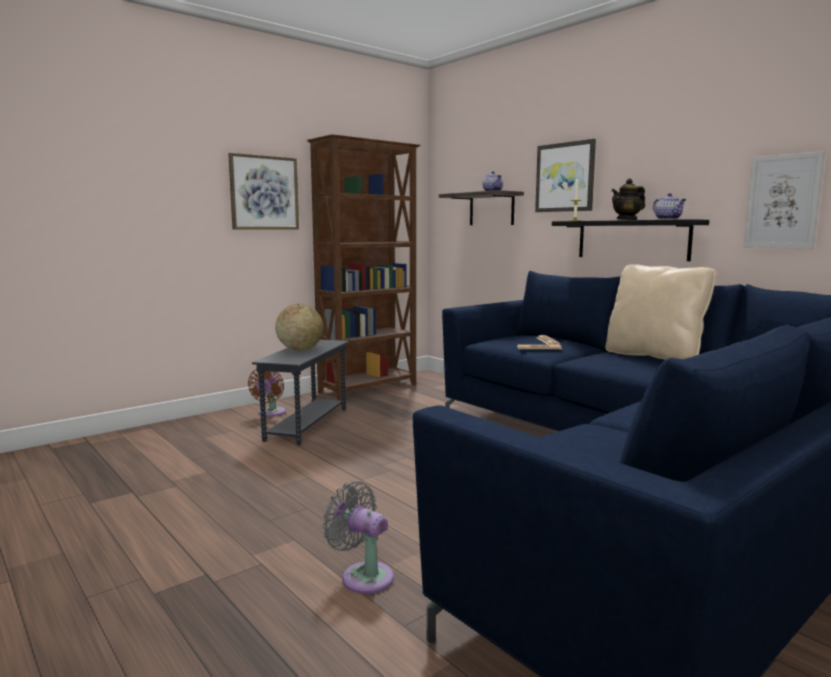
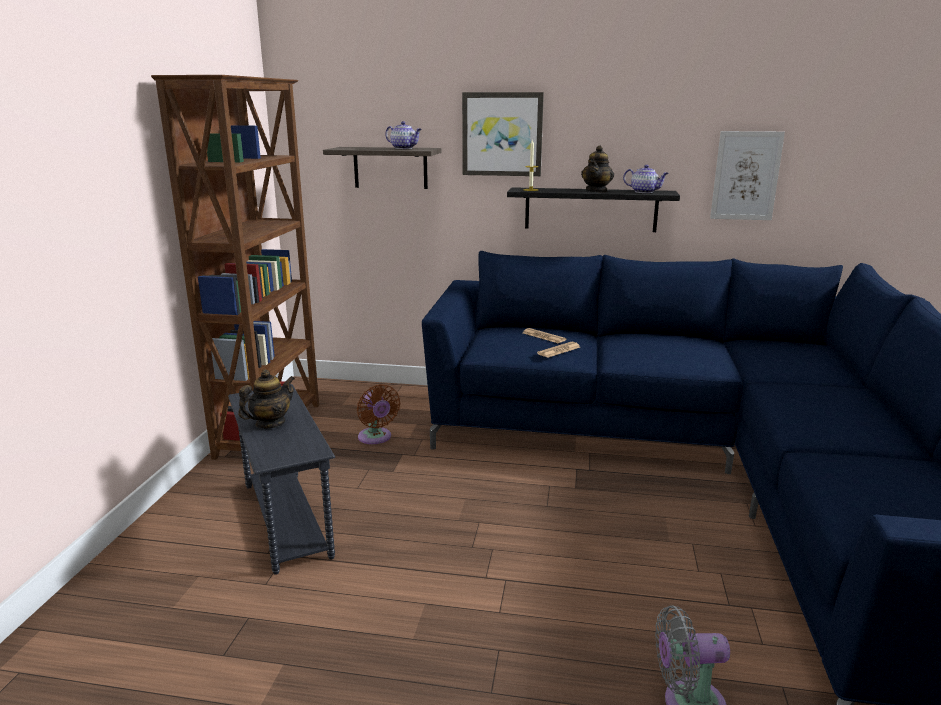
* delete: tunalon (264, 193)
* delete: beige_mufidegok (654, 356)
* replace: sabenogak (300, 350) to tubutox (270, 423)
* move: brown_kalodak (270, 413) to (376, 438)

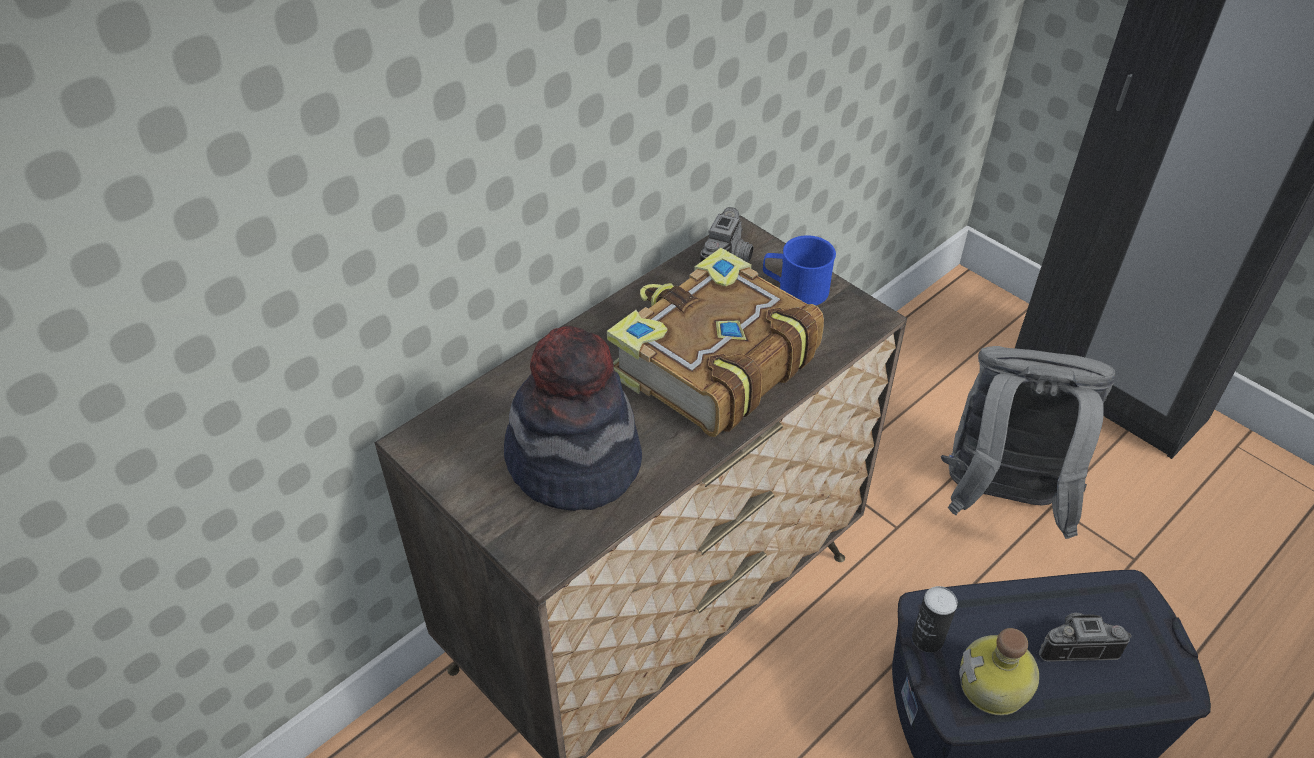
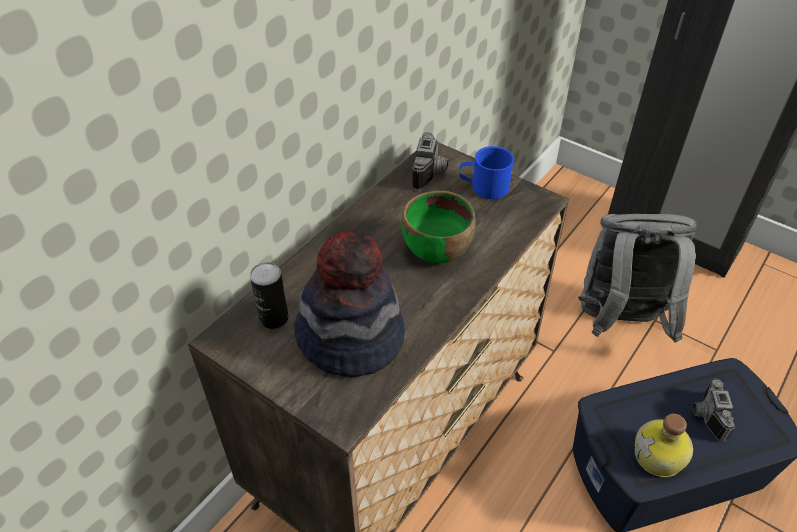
* replace: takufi (711, 364) to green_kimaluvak (436, 249)
* move: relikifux (927, 639) to (274, 318)
* rotate: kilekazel (1075, 643) = (706, 416) 75 degrees counterclockwise

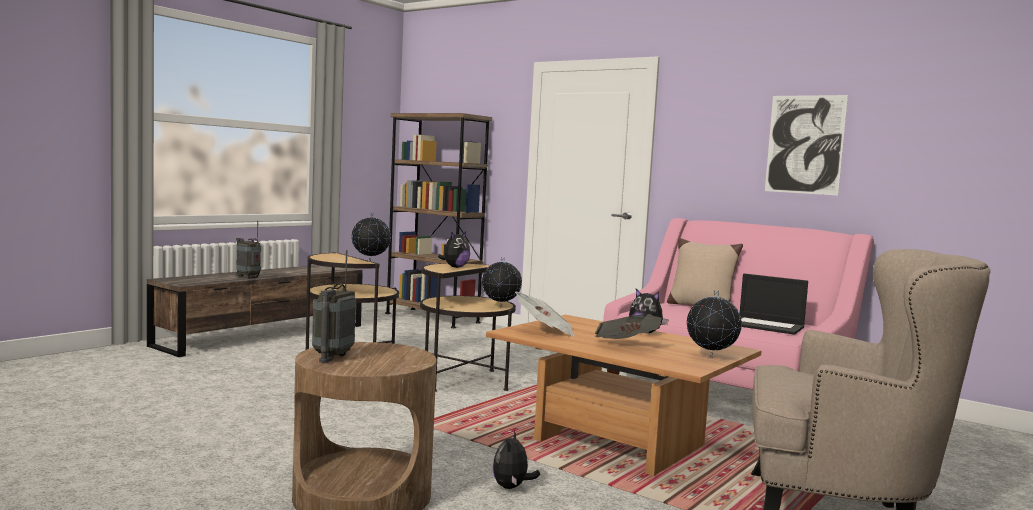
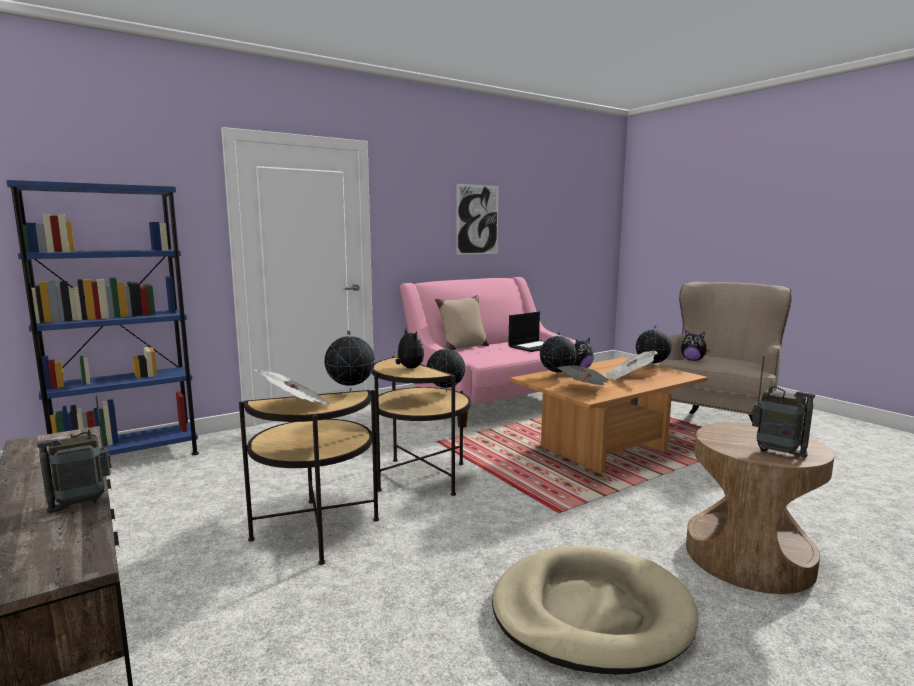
* recolor: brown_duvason (432, 318) to blue_duvason (128, 458)
* move: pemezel (512, 487) to (693, 360)
* insert: sabenogak (557, 377)
* insert: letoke (296, 406)
* insert: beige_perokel (591, 613)

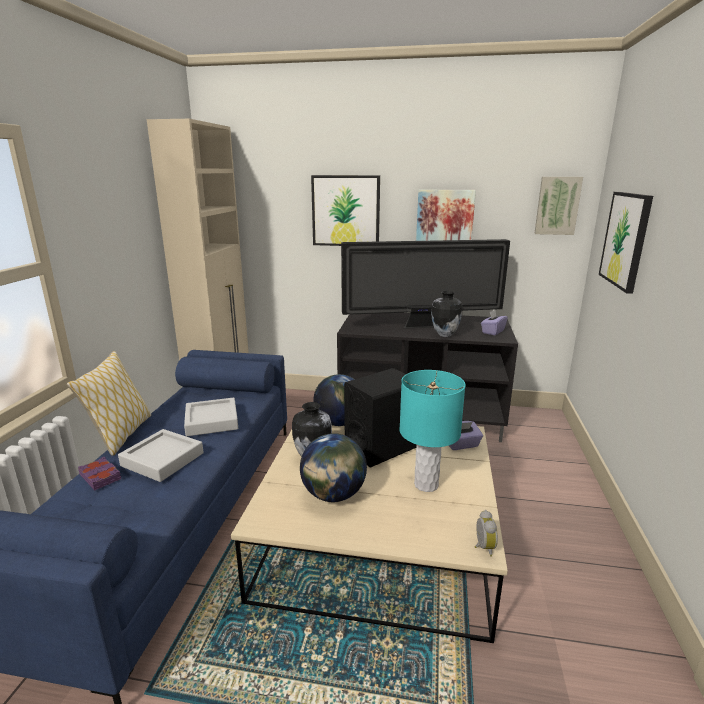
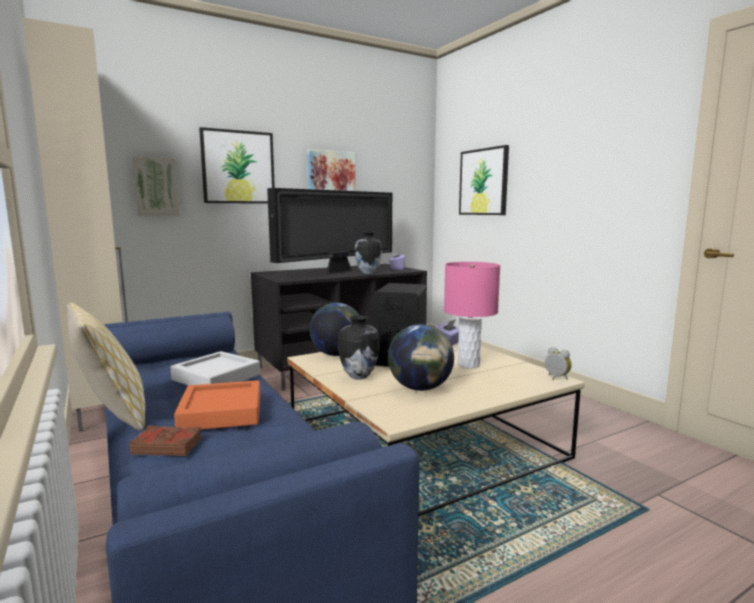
* move: tunalon (557, 205) to (156, 187)
* recolor: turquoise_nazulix (426, 485) to pink_nazulix (469, 365)
* recolor: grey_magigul (162, 459) to orange_magigul (221, 412)
* recolor: purple_takufi (101, 476) to brown_takufi (167, 446)

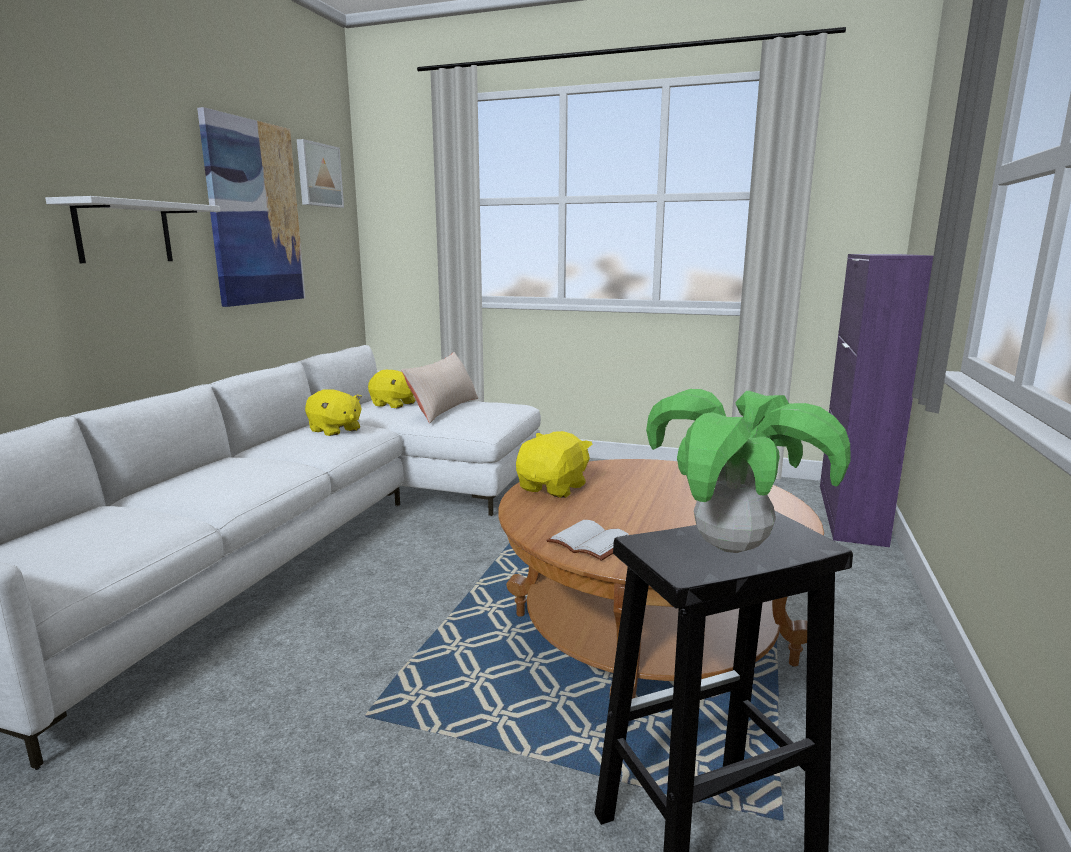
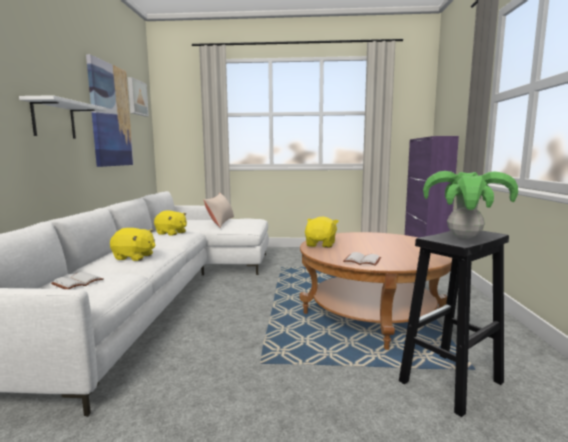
* move: yellow_pemezel (394, 404) to (134, 257)
* insert: white_takufi (77, 283)

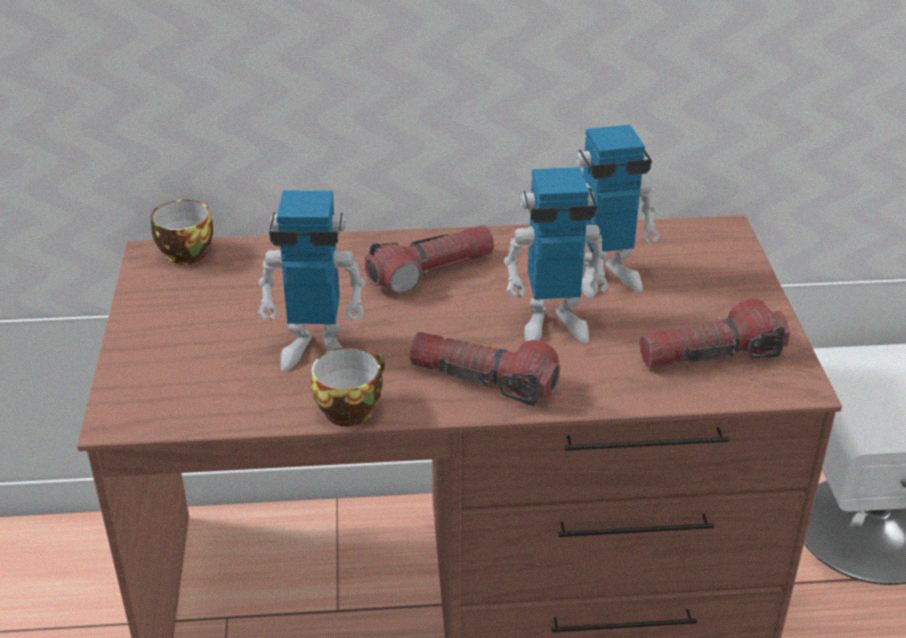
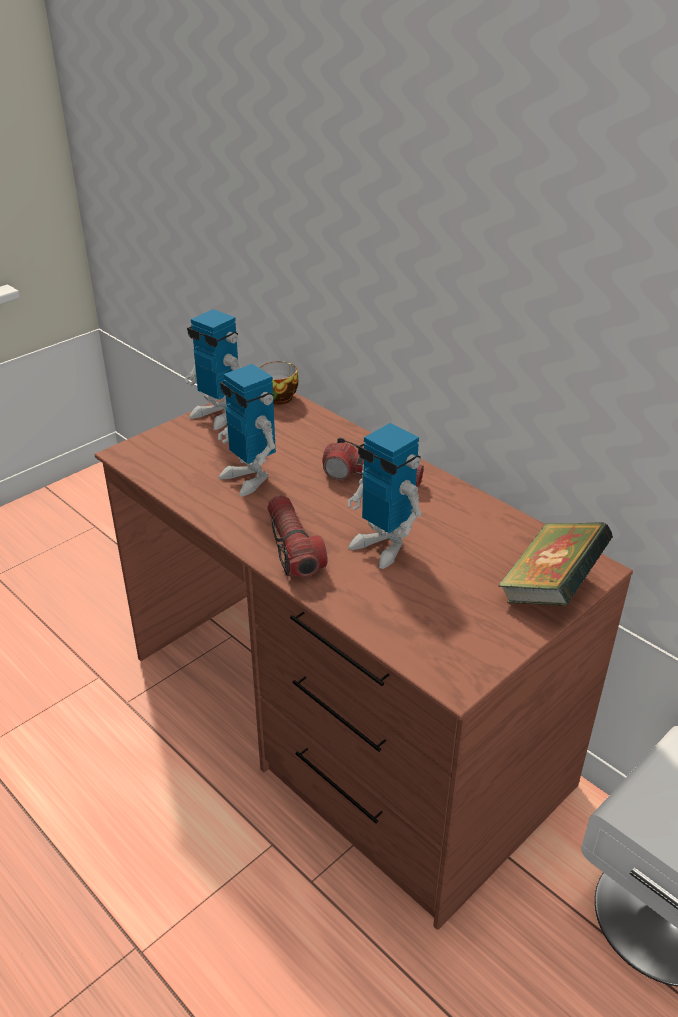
* move: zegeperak (605, 276) to (217, 415)
* delete: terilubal (711, 355)
* delete: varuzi (350, 408)
* insert: takufi (550, 588)

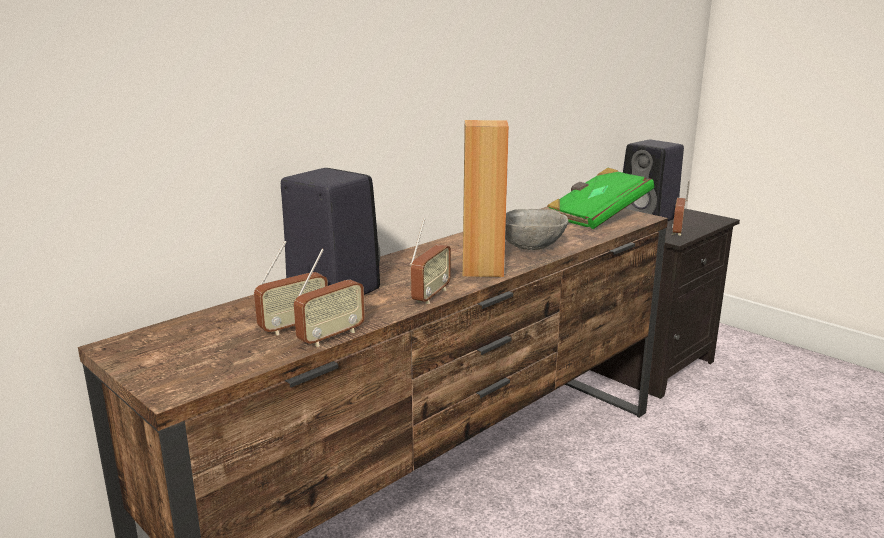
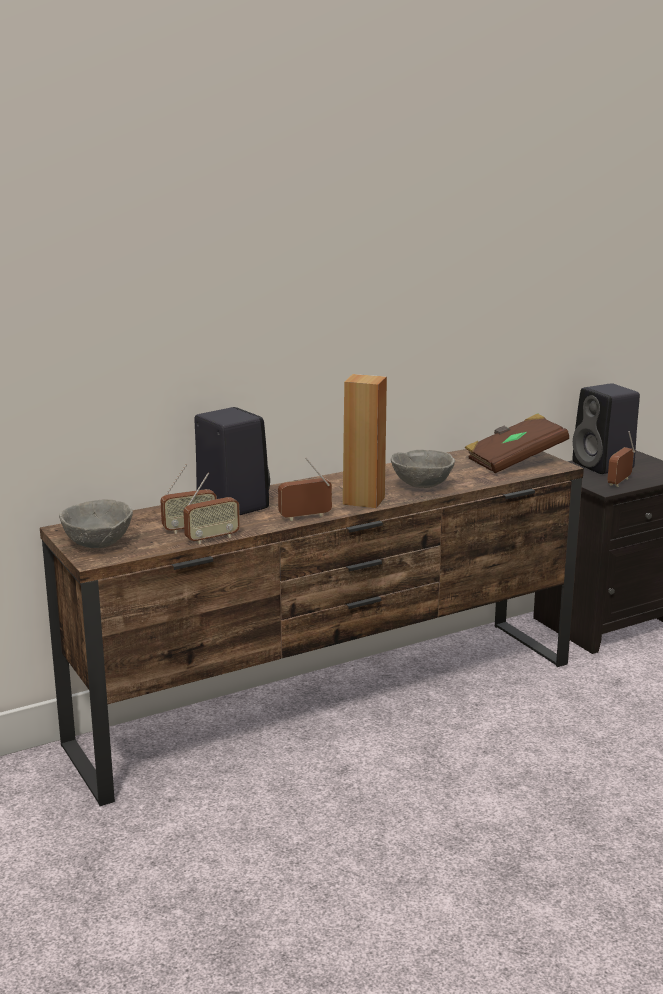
* recolor: green_takufi (597, 217) to brown_takufi (514, 461)
* rotate: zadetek (431, 295) = (305, 517) 150 degrees counterclockwise
* insert: grey_kimaluvak (98, 543)

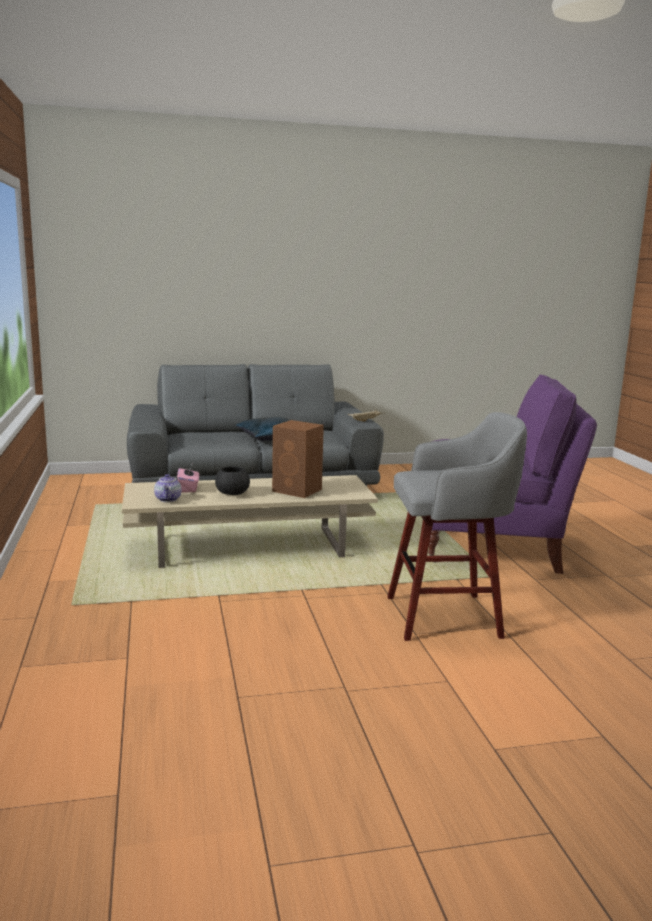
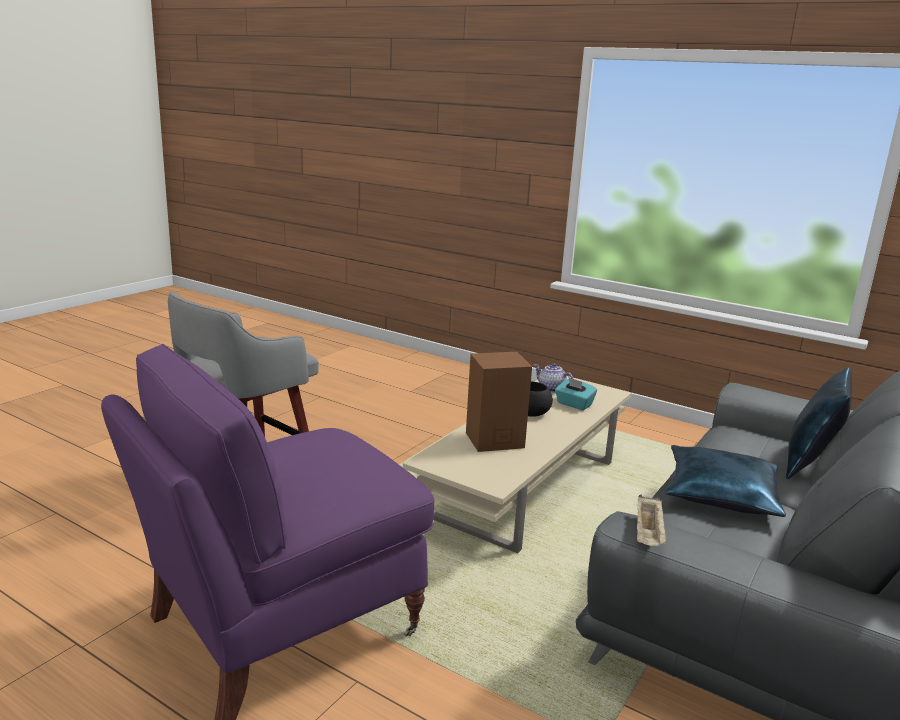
* recolor: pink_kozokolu (188, 489) to turquoise_kozokolu (574, 404)
* insert: blue_mufidegok (809, 464)

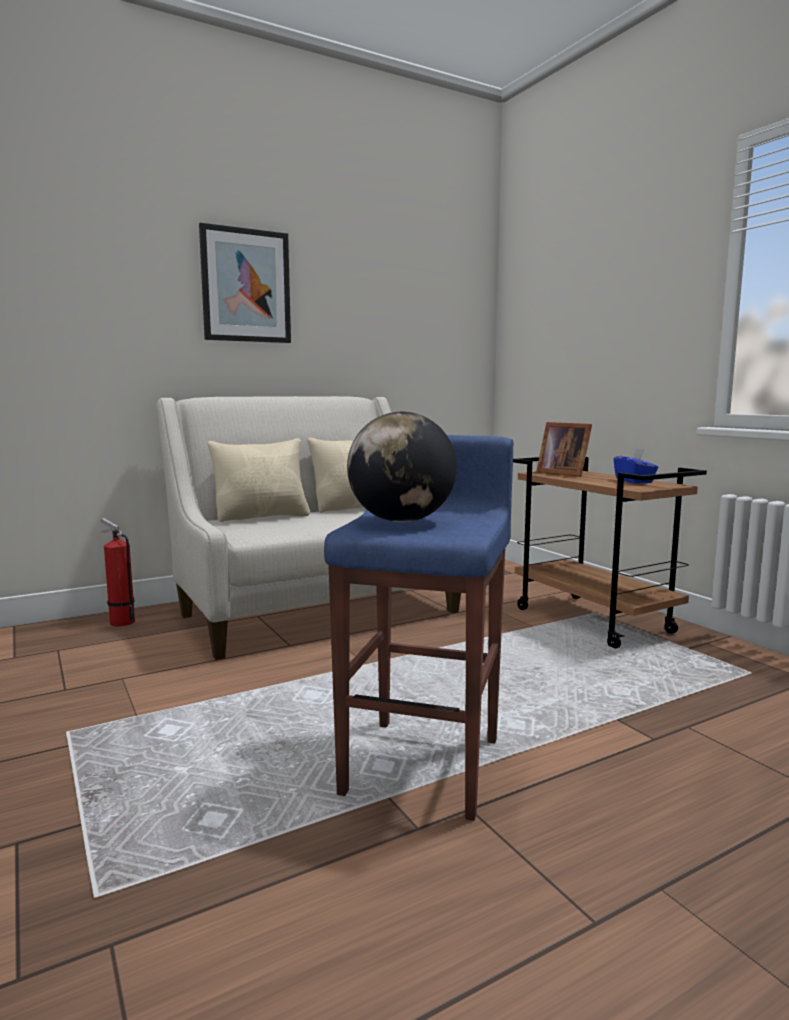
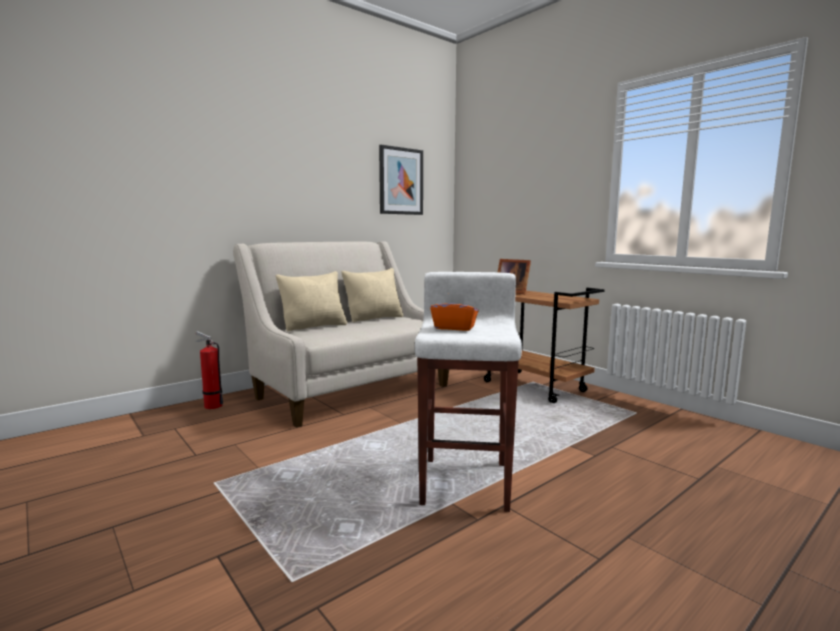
* move: tunalon (246, 286) to (401, 181)
* replace: sabenogak (401, 521) to orange_kozokolu (454, 328)
* recolor: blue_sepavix (425, 764) to white_sepavix (466, 482)
* delete: blue_kozokolu (634, 481)

